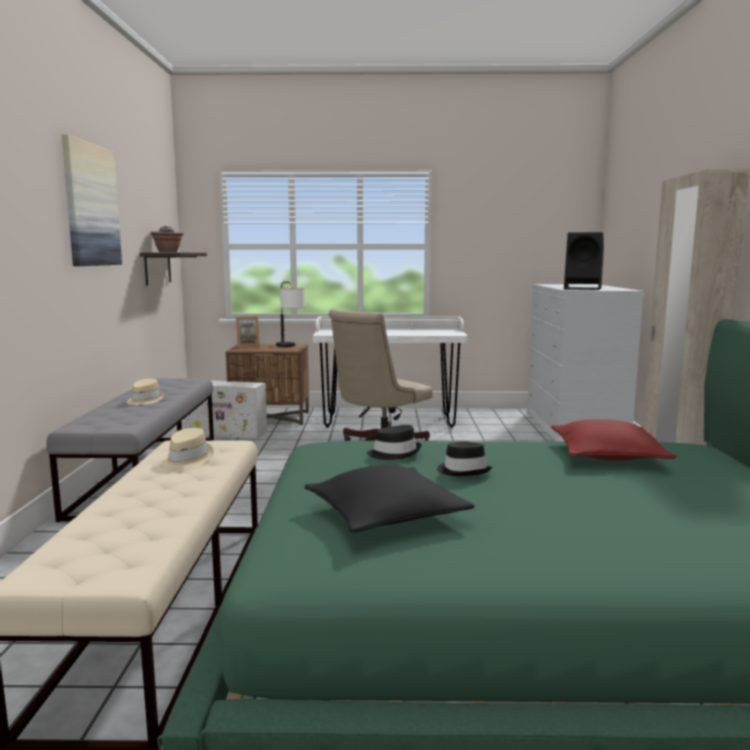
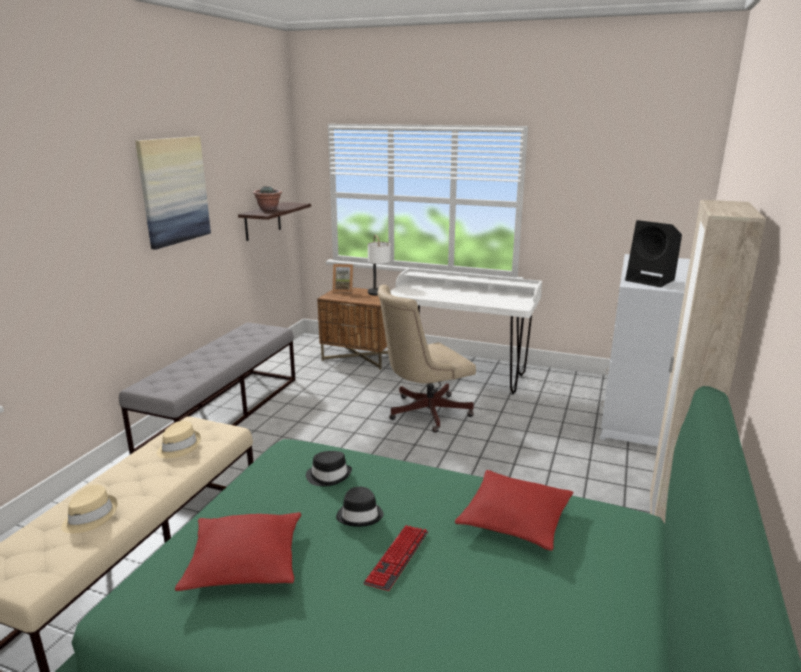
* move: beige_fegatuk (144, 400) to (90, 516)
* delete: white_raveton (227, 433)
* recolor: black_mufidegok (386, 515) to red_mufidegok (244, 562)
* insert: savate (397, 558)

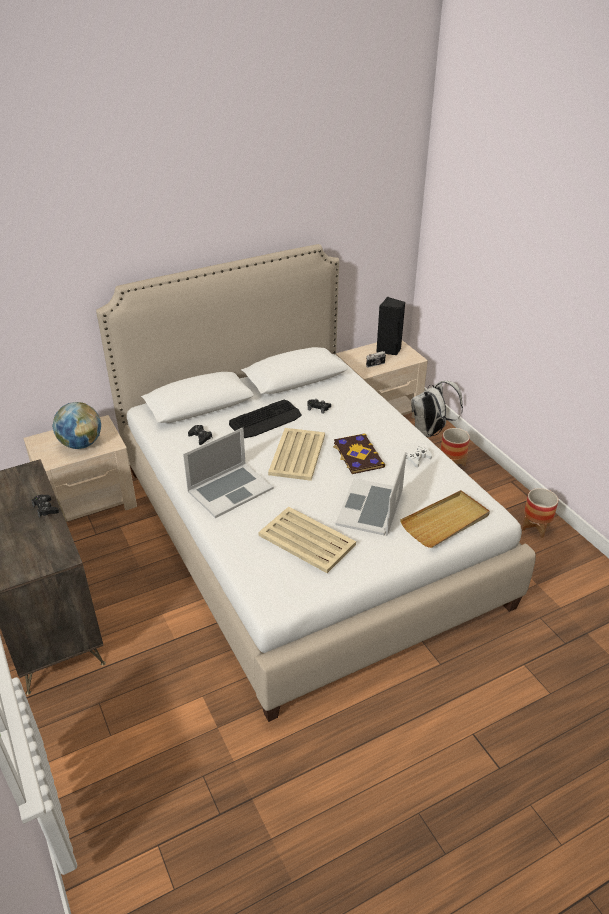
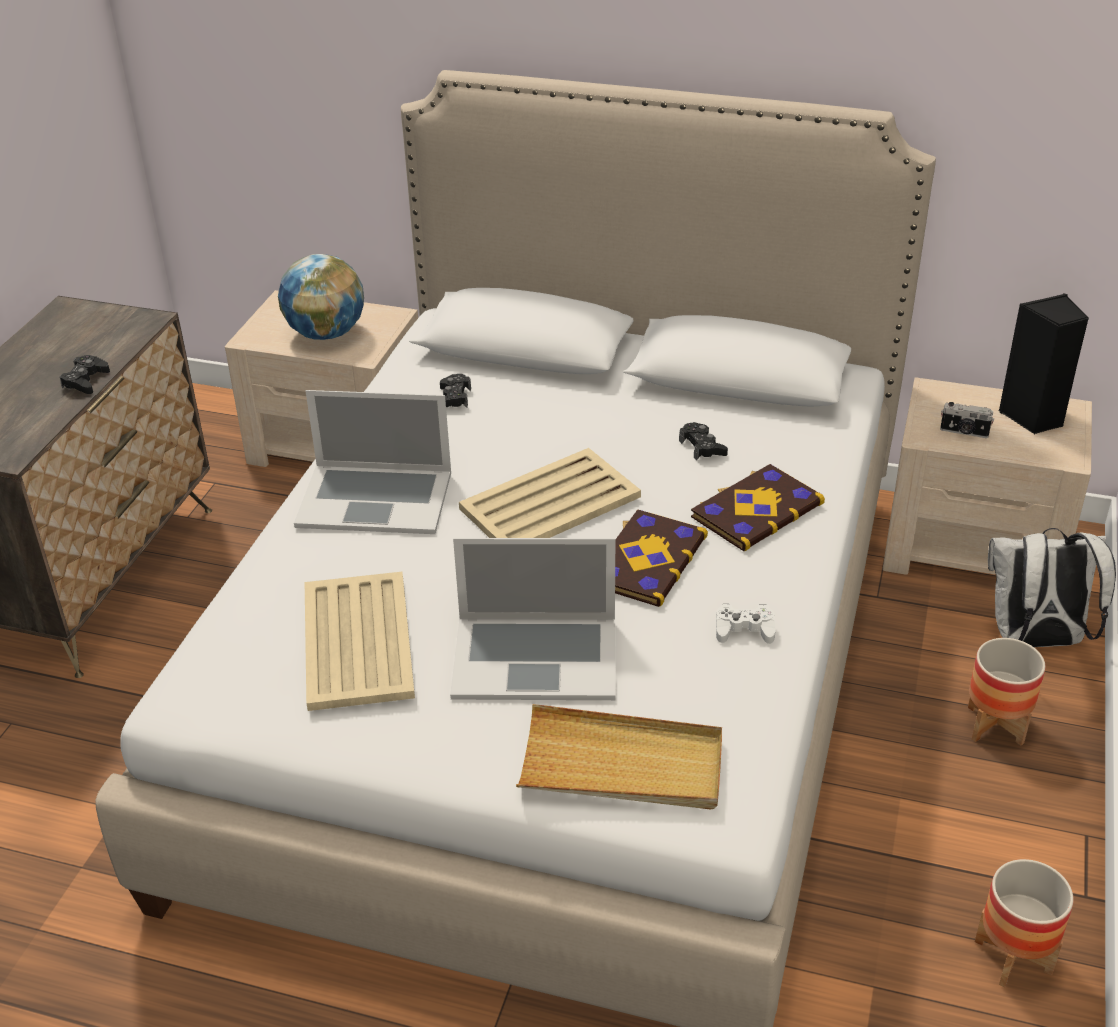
* delete: savate (265, 420)
* rotate: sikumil (370, 507) = (535, 657) 150 degrees counterclockwise
* insert: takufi (755, 510)

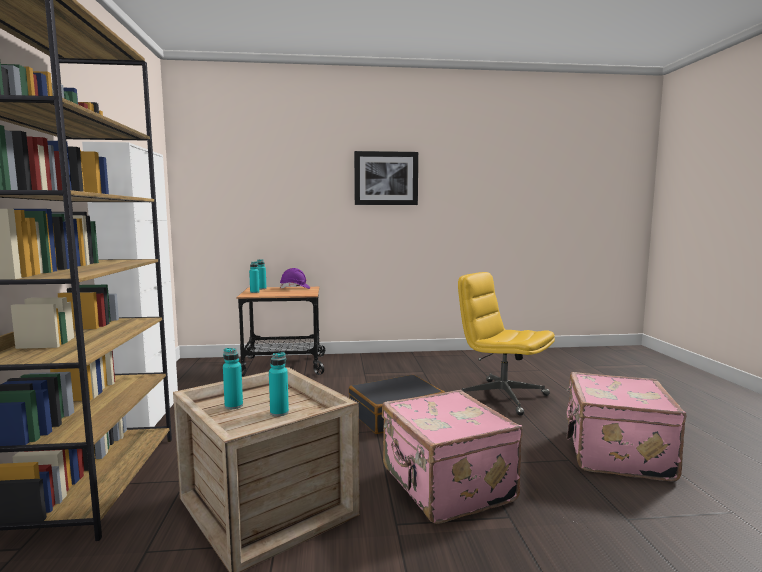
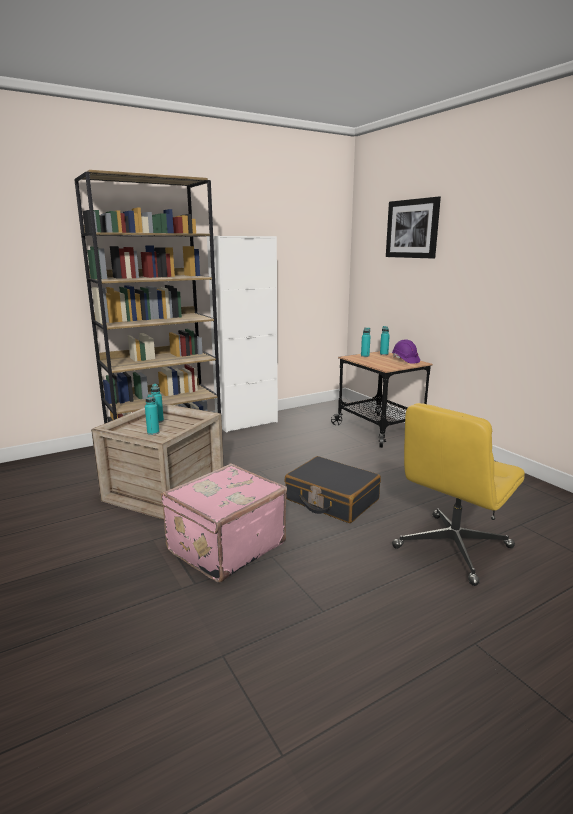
* move: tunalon (386, 178) to (412, 229)
* rotate: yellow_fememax (501, 396) = (452, 548) 150 degrees counterclockwise
* delete: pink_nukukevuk (615, 453)

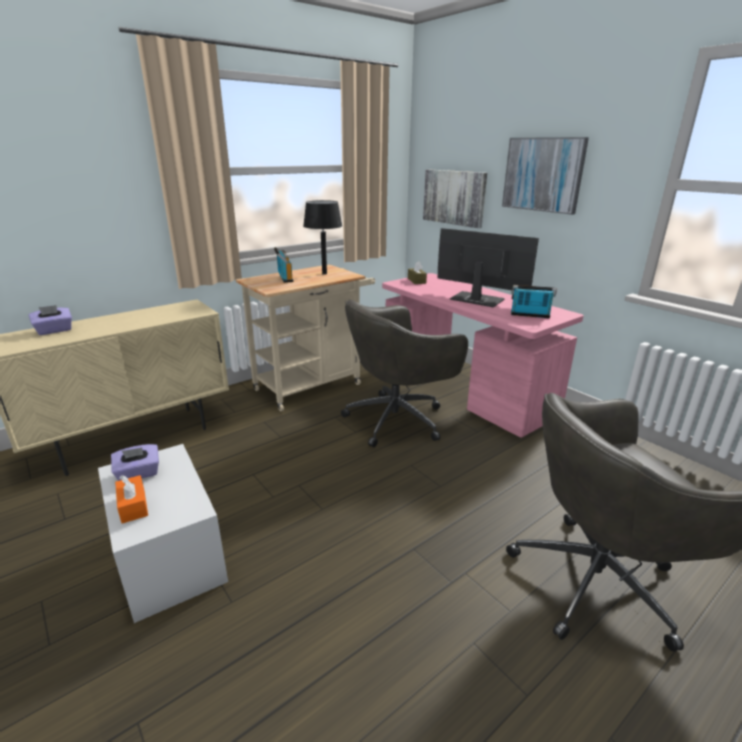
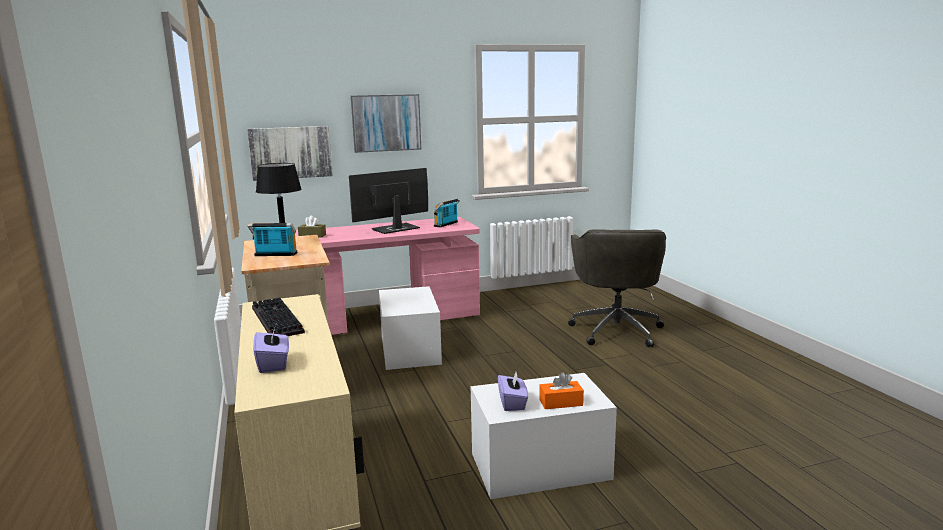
* replace: grey_fememax (398, 419) to white_raveton (410, 350)
* insert: savate (274, 320)

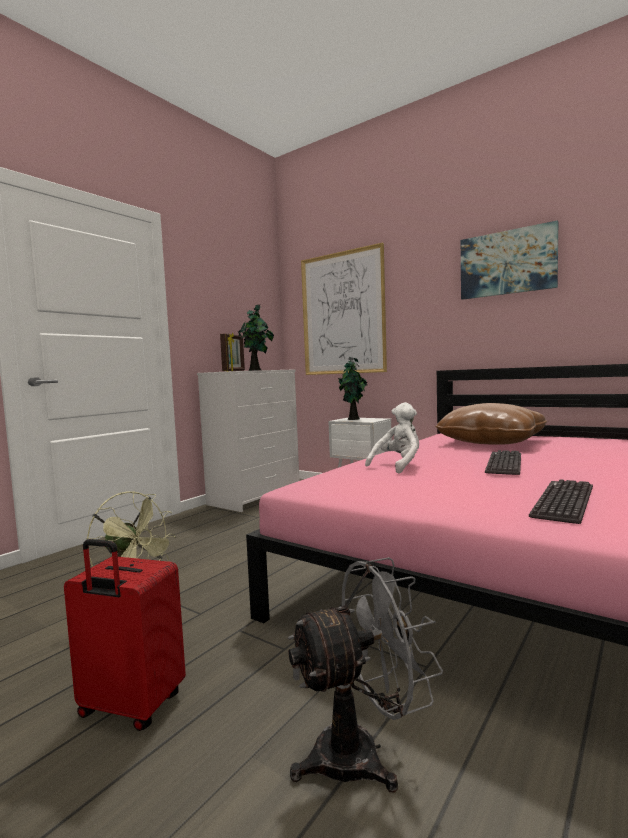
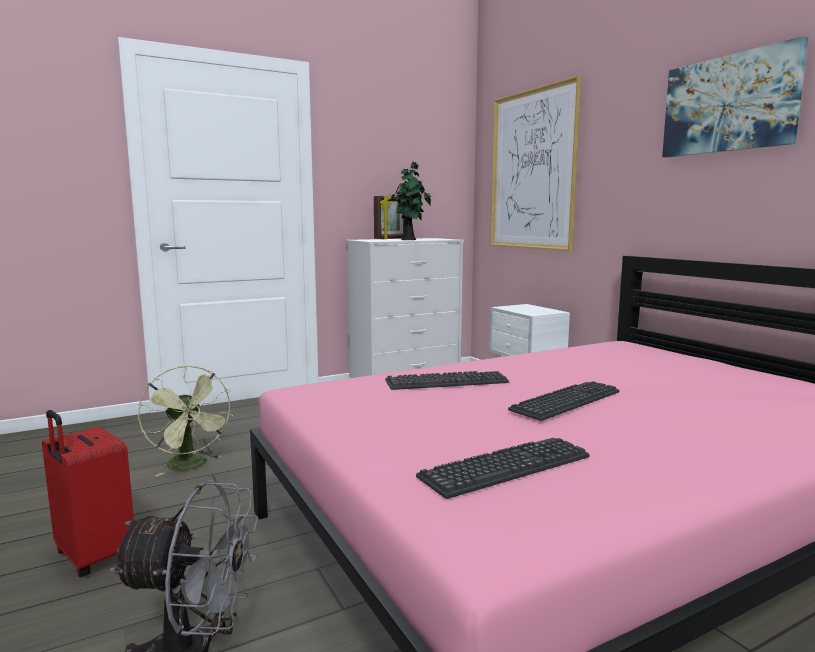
* delete: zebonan (354, 419)
* replace: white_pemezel (398, 466) to savate (446, 382)
* delete: brown_mufidegok (491, 442)

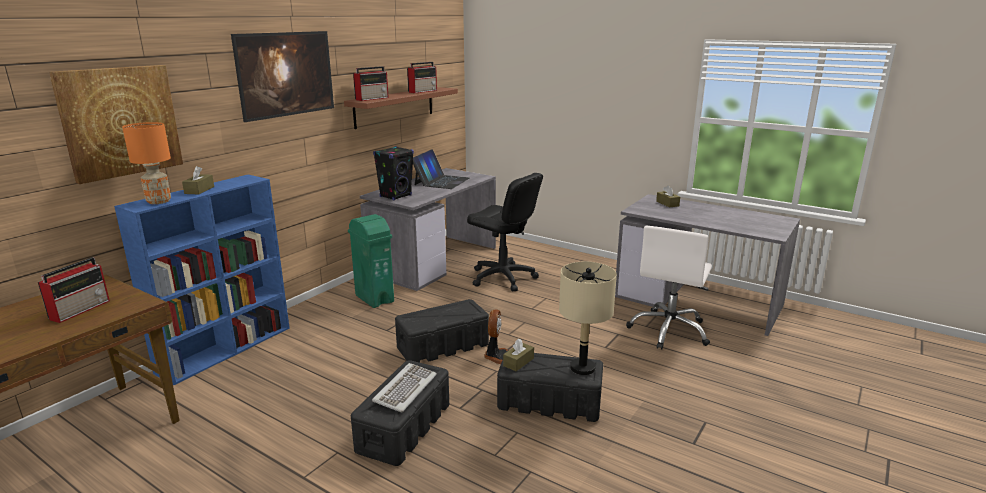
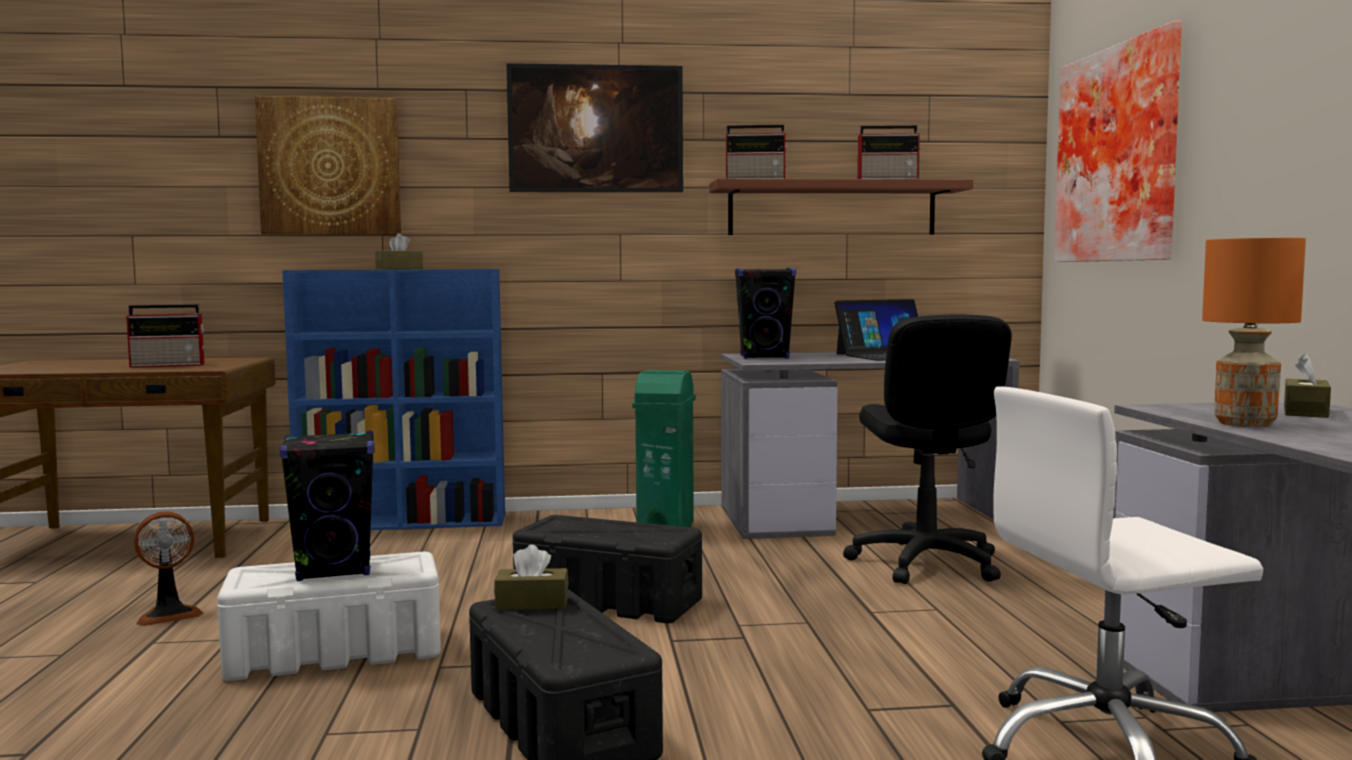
* move: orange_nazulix (158, 201) to (1244, 424)
* delete: beige_nazulix (582, 368)
* move: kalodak (496, 356) to (169, 614)
* recolor: black_raveton (404, 427) to white_raveton (337, 652)
* replace: savate (405, 389) to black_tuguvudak (335, 571)
* insert: tunalon (1121, 154)

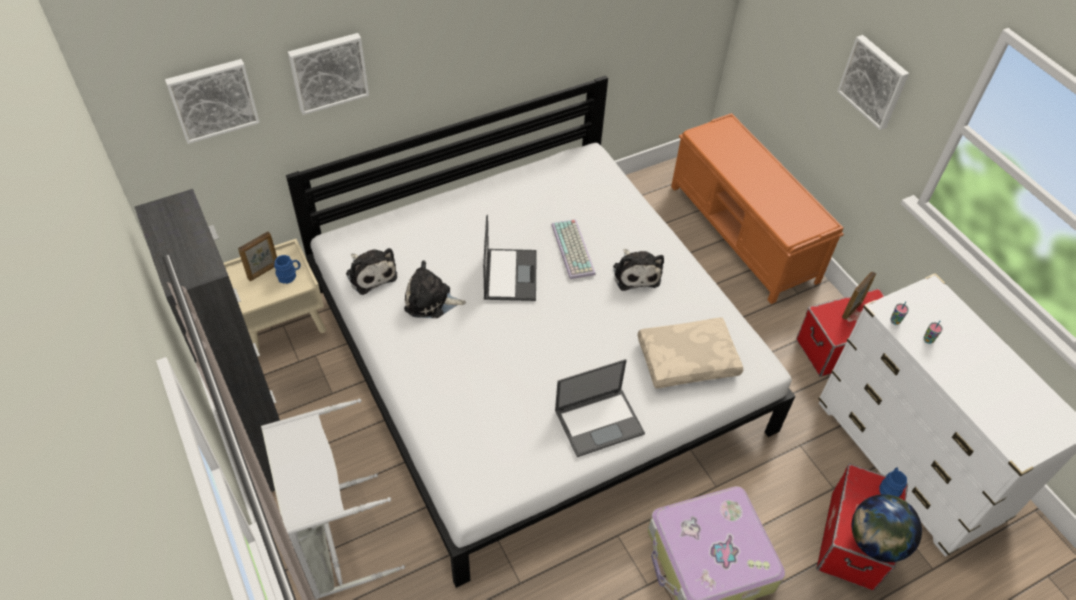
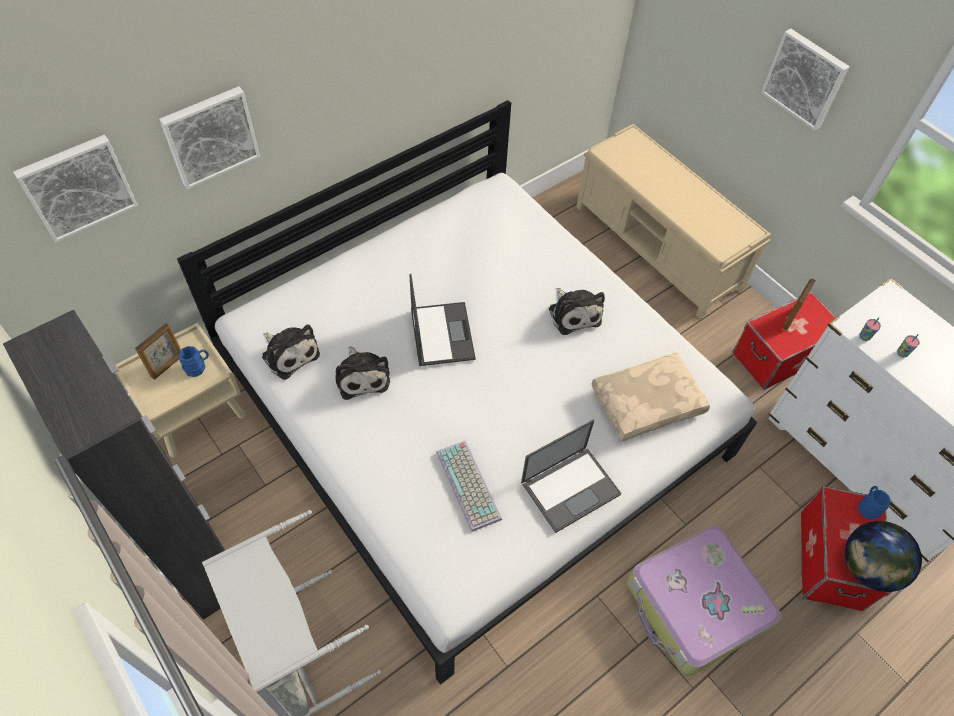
* recolor: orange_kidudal (743, 234) to beige_kidudal (658, 247)
* move: savate (574, 250) to (470, 485)
* rotate: pemezel (431, 301) = (362, 376) 105 degrees counterclockwise

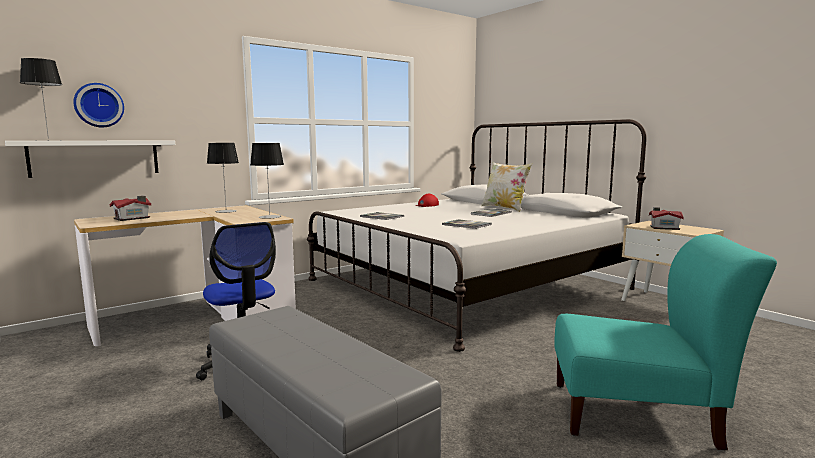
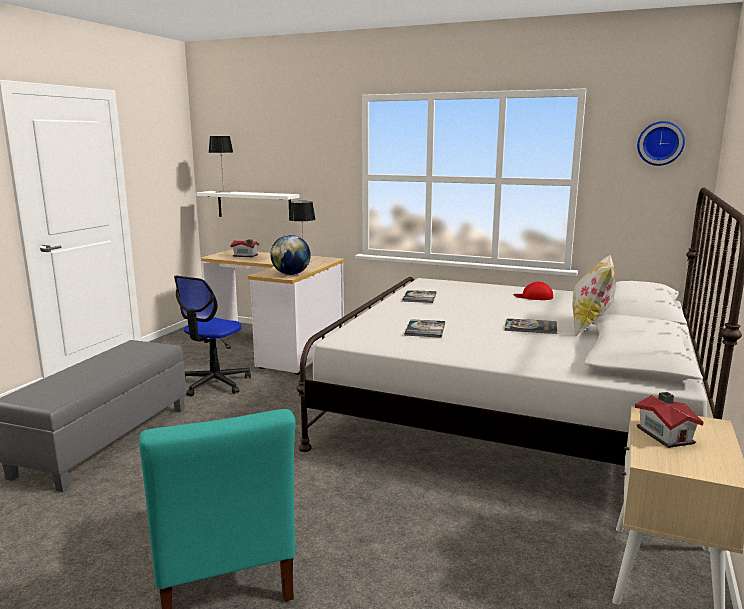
* move: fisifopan (98, 105) to (660, 143)
* replace: nazulix (269, 217) to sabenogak (291, 274)

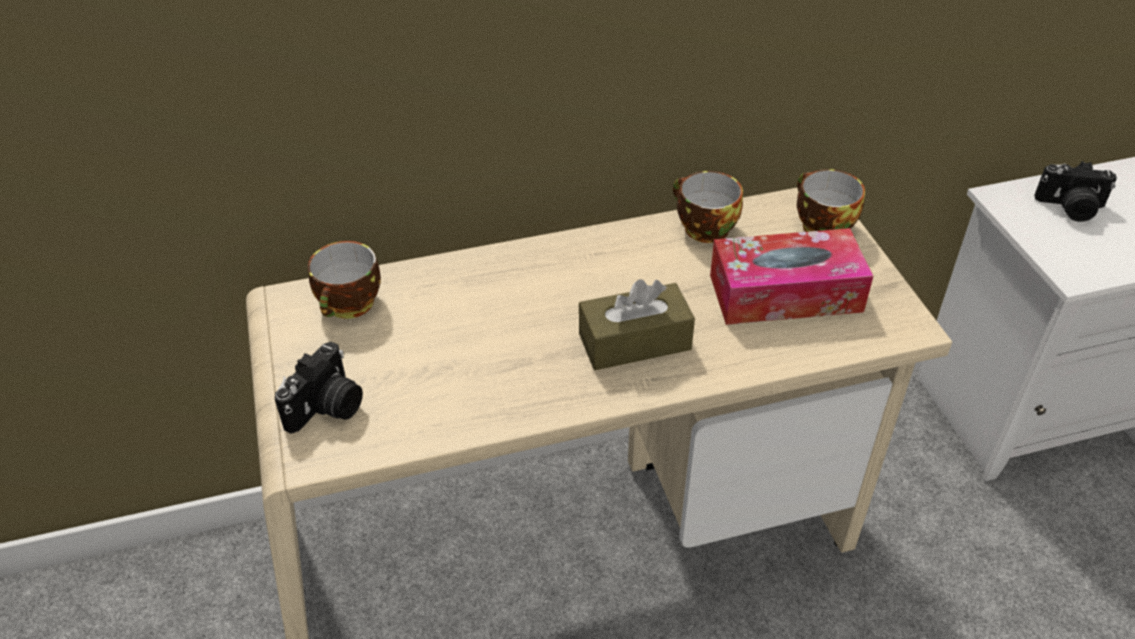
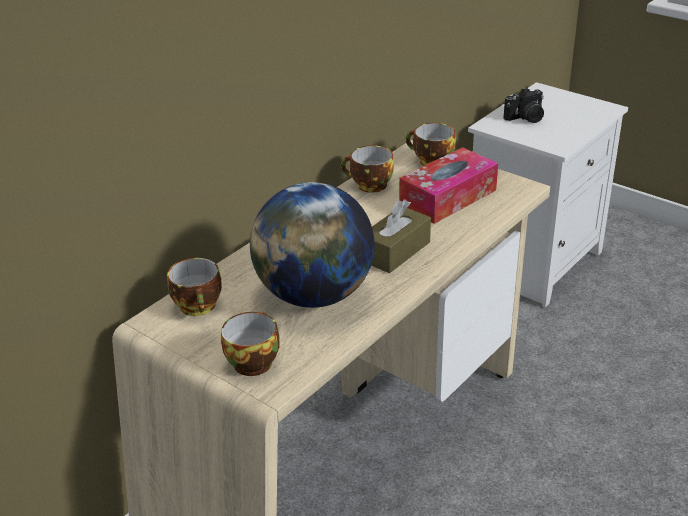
* replace: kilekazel (327, 408) to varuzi (252, 361)
* insert: sabenogak (314, 295)

